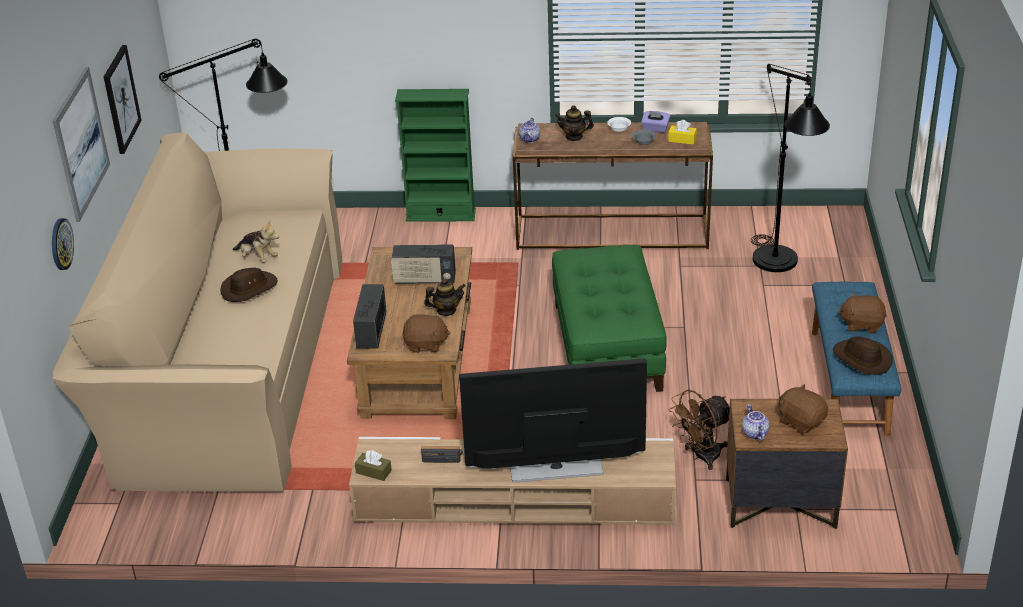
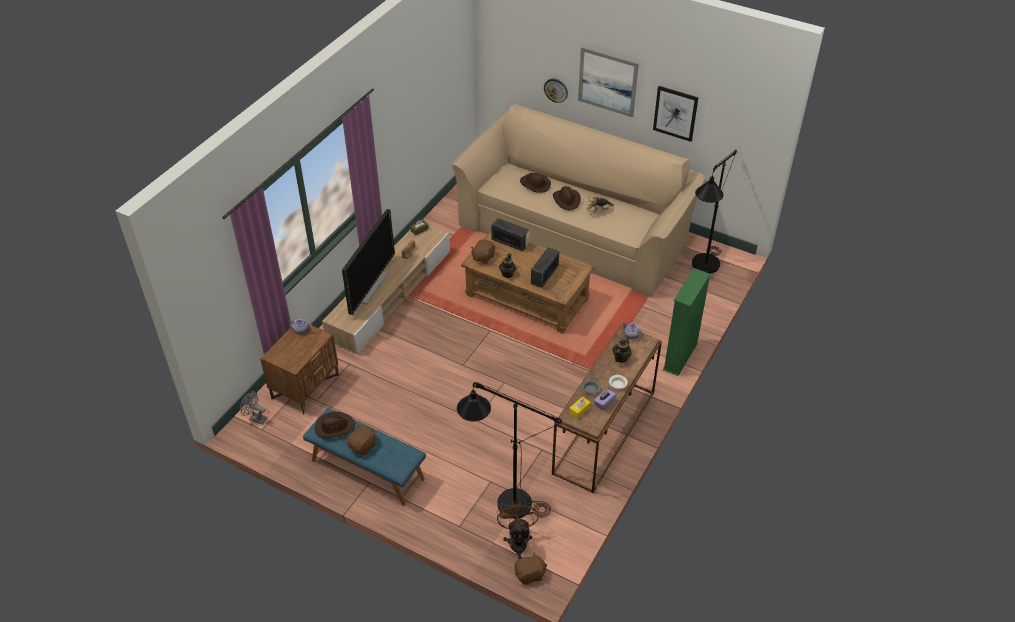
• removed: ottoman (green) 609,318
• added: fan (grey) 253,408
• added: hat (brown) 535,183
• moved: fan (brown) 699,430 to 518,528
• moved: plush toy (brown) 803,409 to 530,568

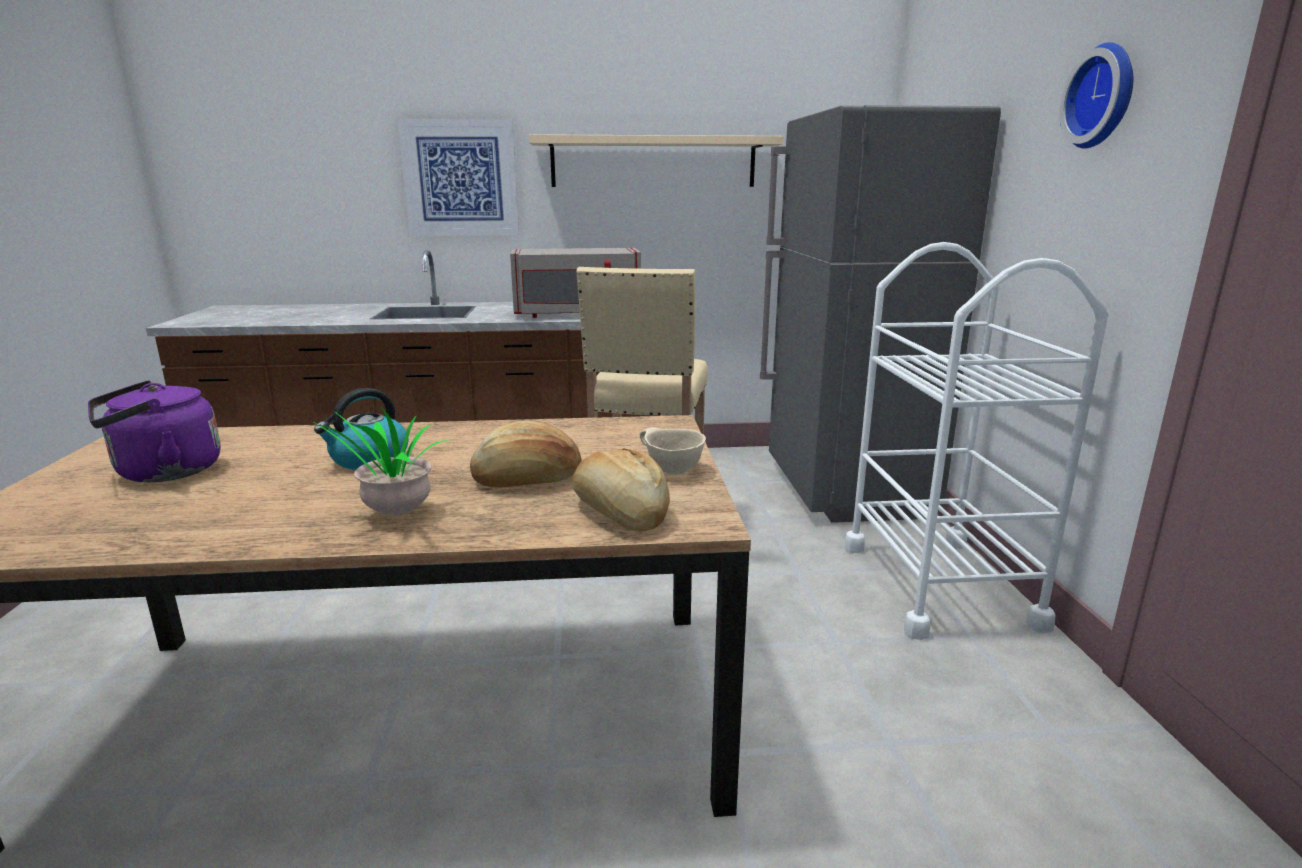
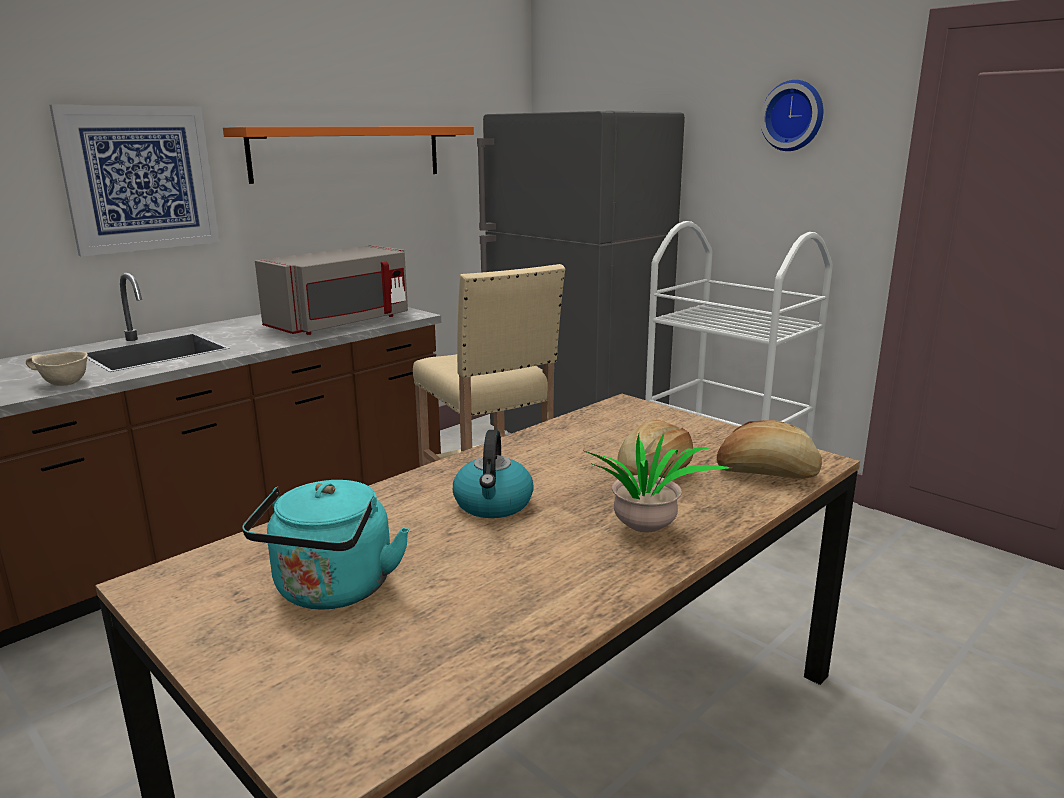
• moved: bowl (beige) 673,451 to 57,368
• recoloured: kettle (purple) 154,431 to kettle (turquoise) 325,545
• recoloured: shelf (beige) 656,160 to shelf (orange) 348,155

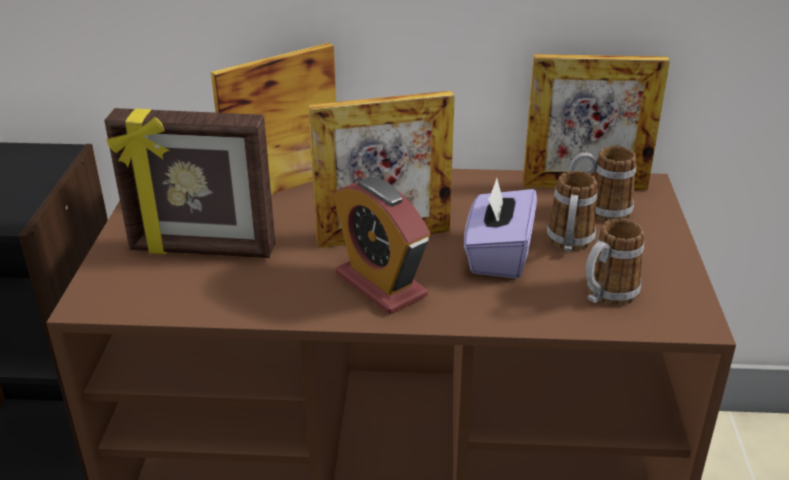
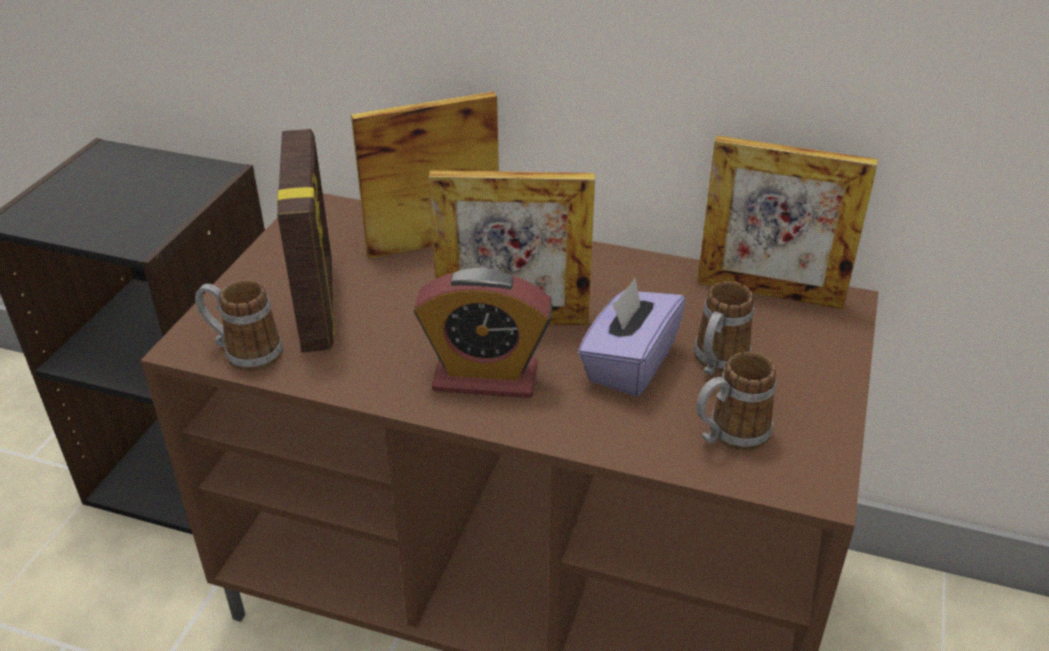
• moved: mug 603,183 to 239,325
• turned: picture frame 189,183 = 305,240 120 degrees counterclockwise
• turned: alarm clock 381,245 = 483,333 60 degrees counterclockwise

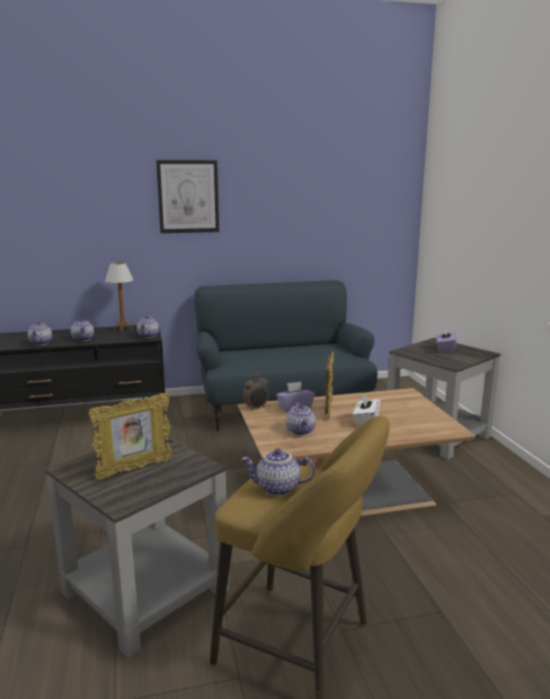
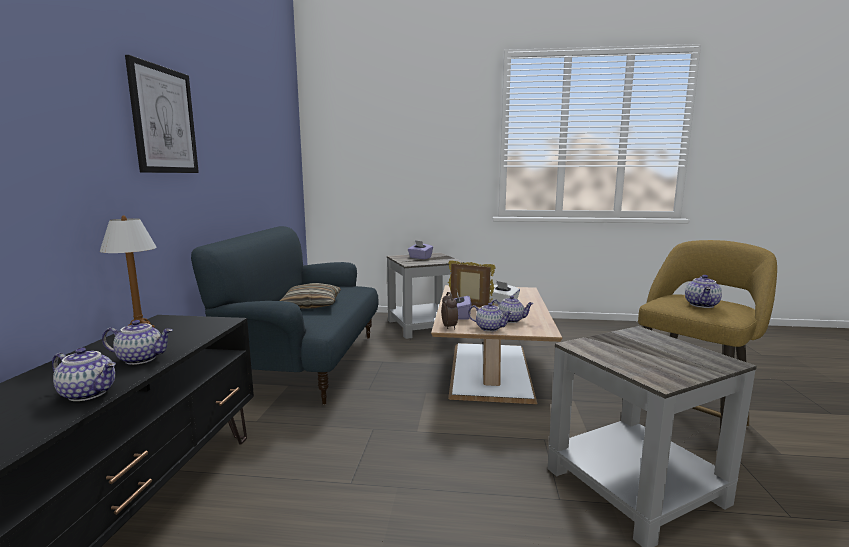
• removed: picture frame 131,436
• added: pillow 310,296
• moved: teapot 148,326 to 490,317

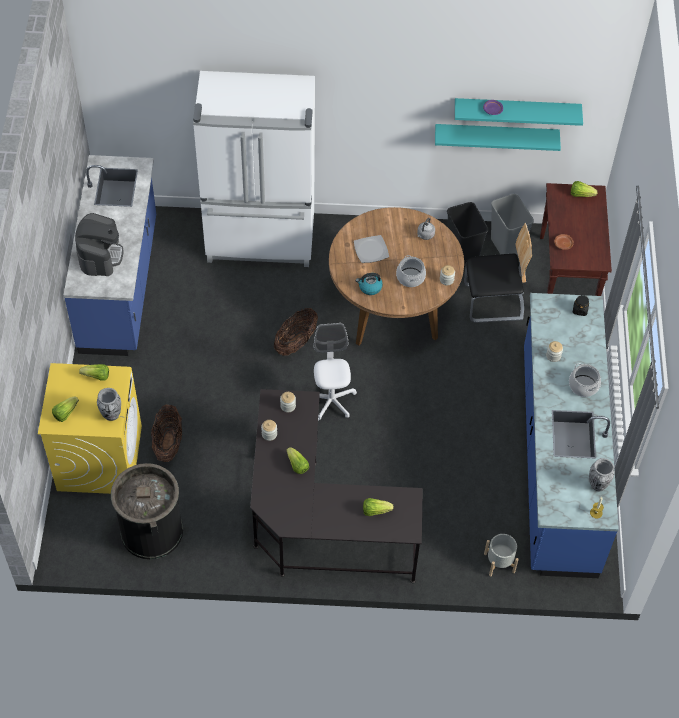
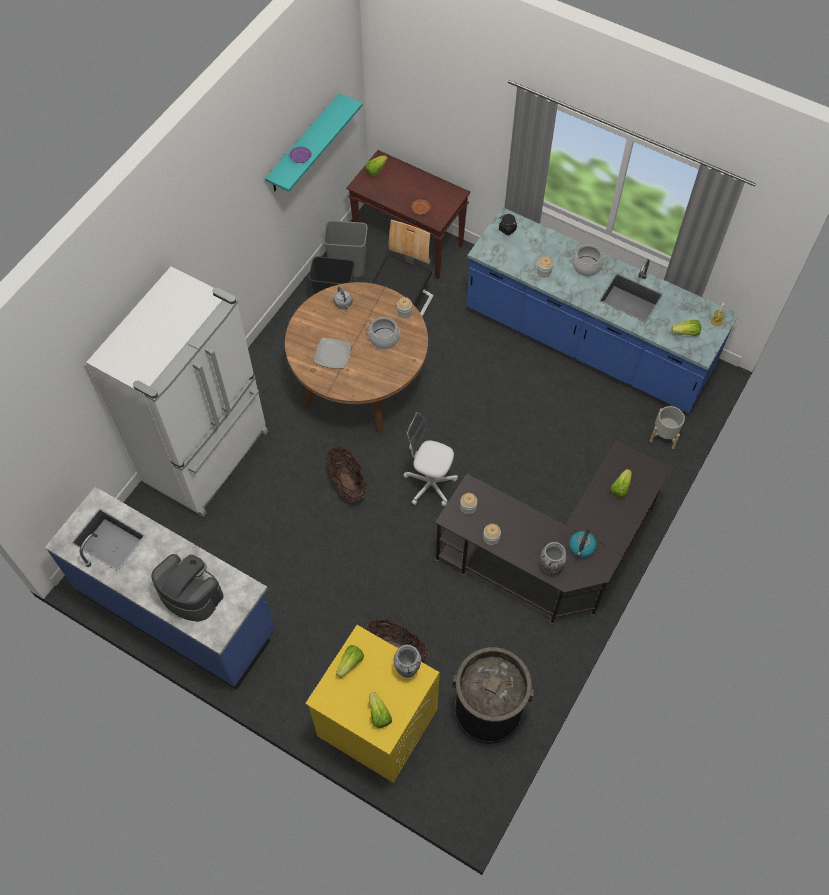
• removed: shelf (turquoise) 498,137
• moved: lettuce 298,460 to 686,328
• moved: kettle 369,284 to 583,543
• moved: vase 602,475 to 554,558

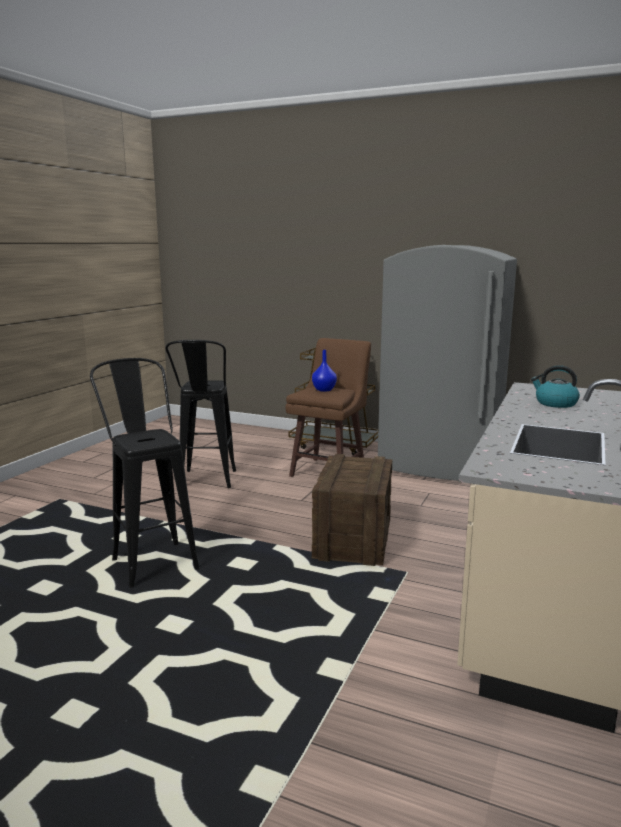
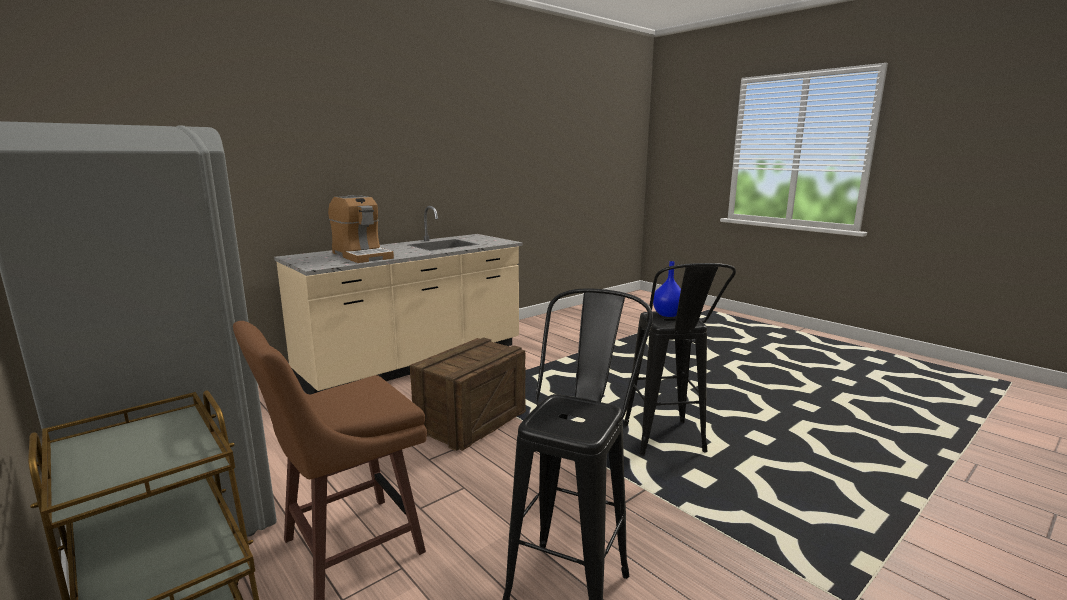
• moved: vase (blue) 324,371 to 667,289
• replaced: kettle 555,386 to coffee machine 361,229

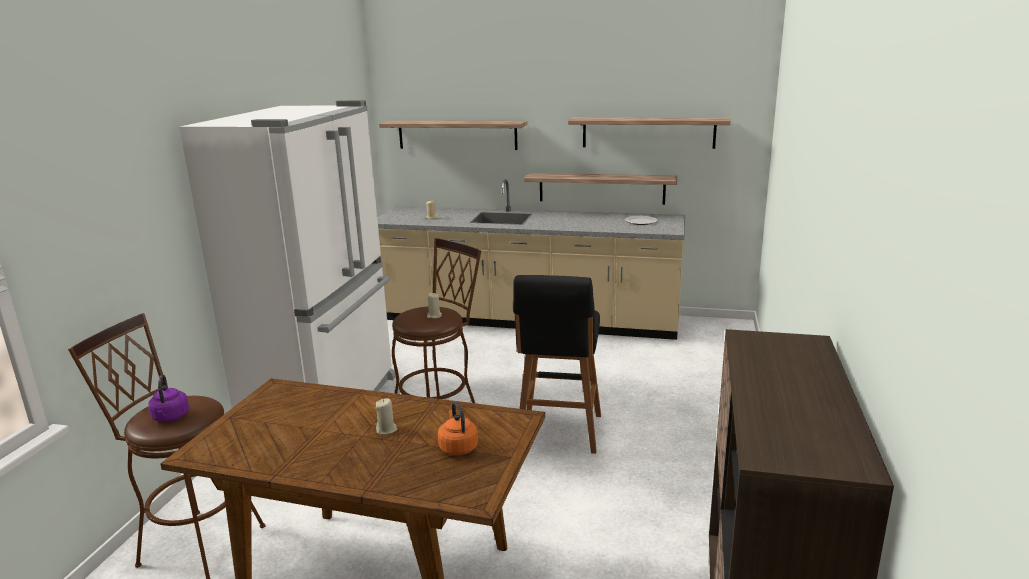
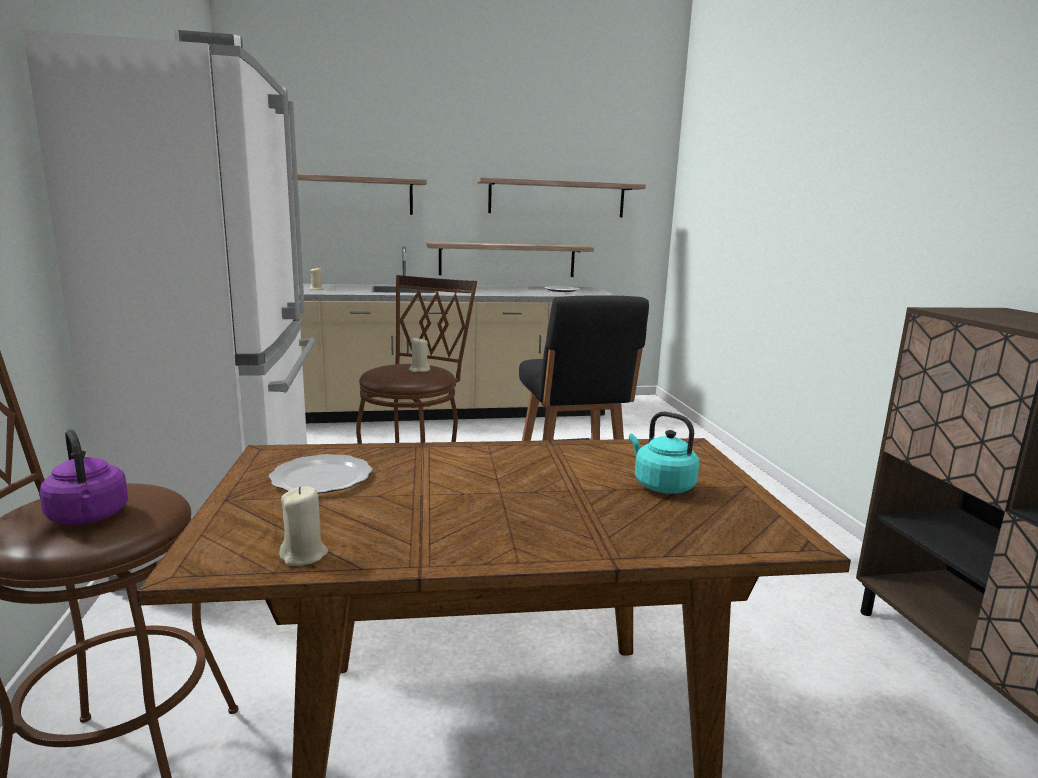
• added: plate 320,474
• moved: candle (beige) 386,417 to 303,526
• recoloured: kettle (orange) 458,428 to kettle (turquoise) 664,452

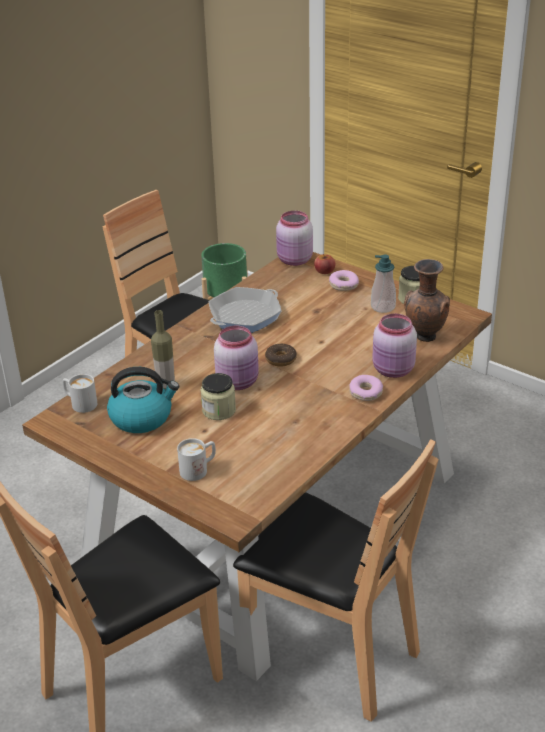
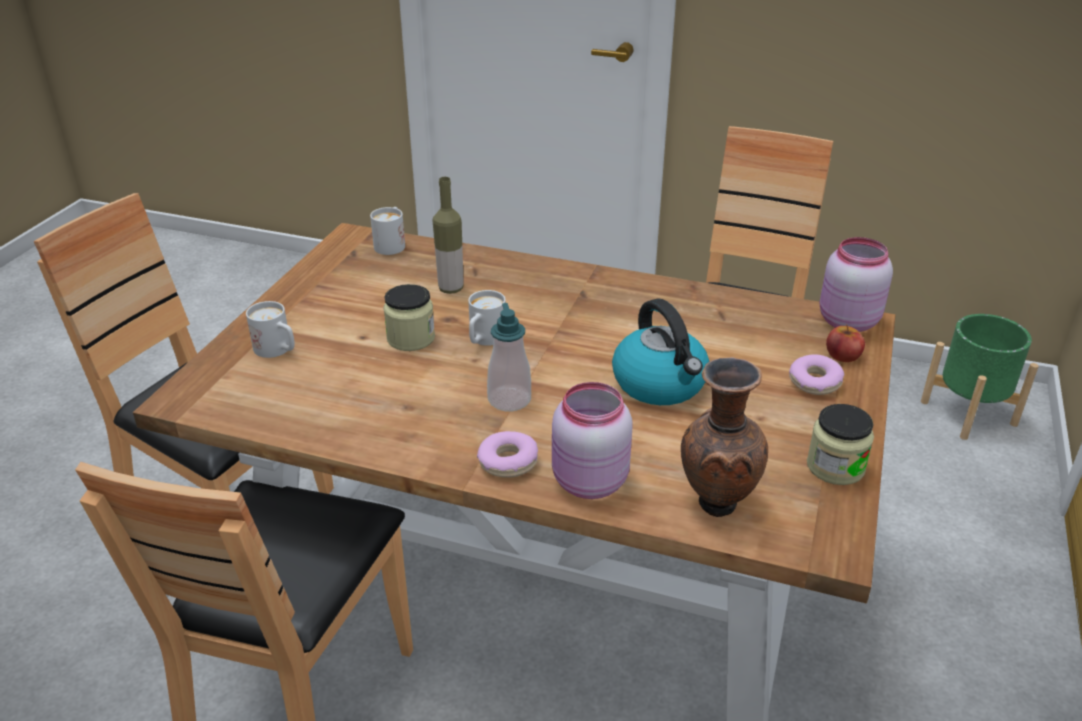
• removed: frying pan 245,310
• removed: donut 281,355
• moved: kettle 143,400 to 661,352
• moved: soap dispenser 383,284 to 509,357
• replaced: jar (pink) 236,358 to mug (white) 487,318

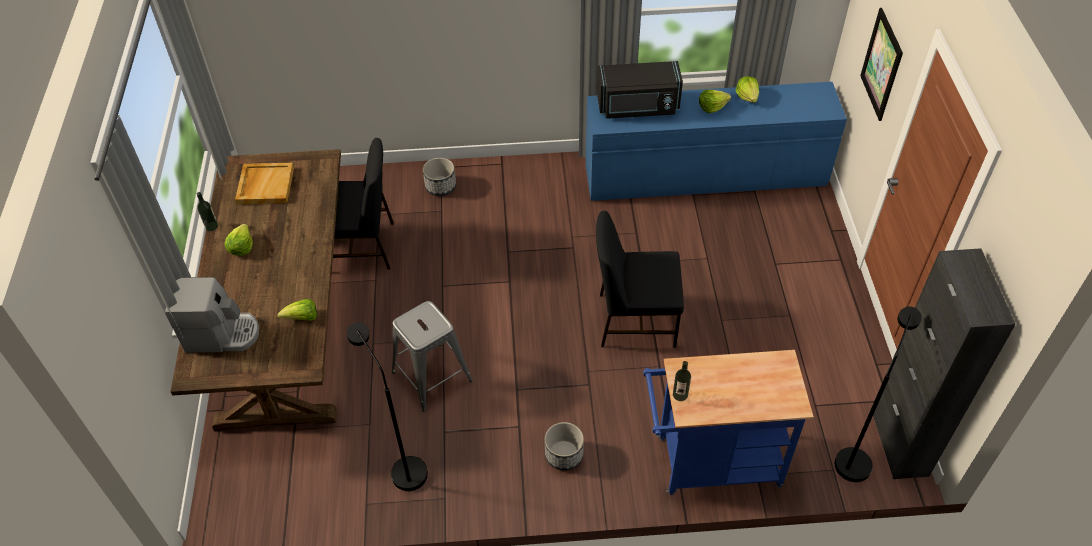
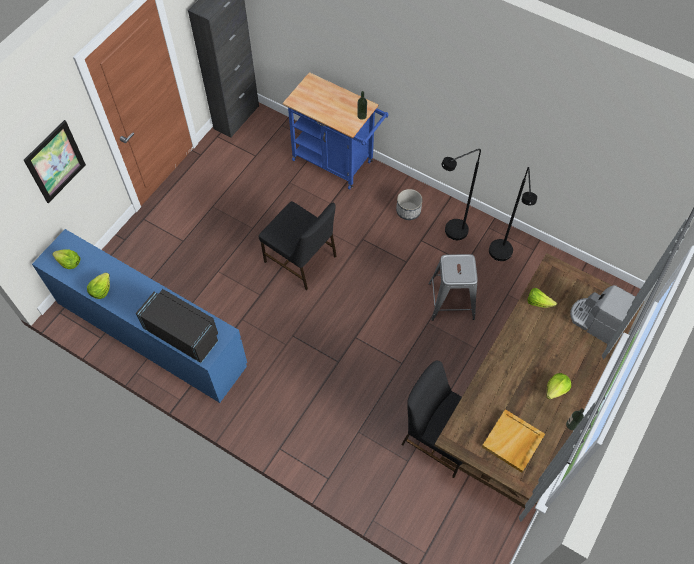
• removed: planter 439,177
• moved: lettuce 715,101 to 66,259
• moved: floor lamp (black) 878,394 to 461,194

